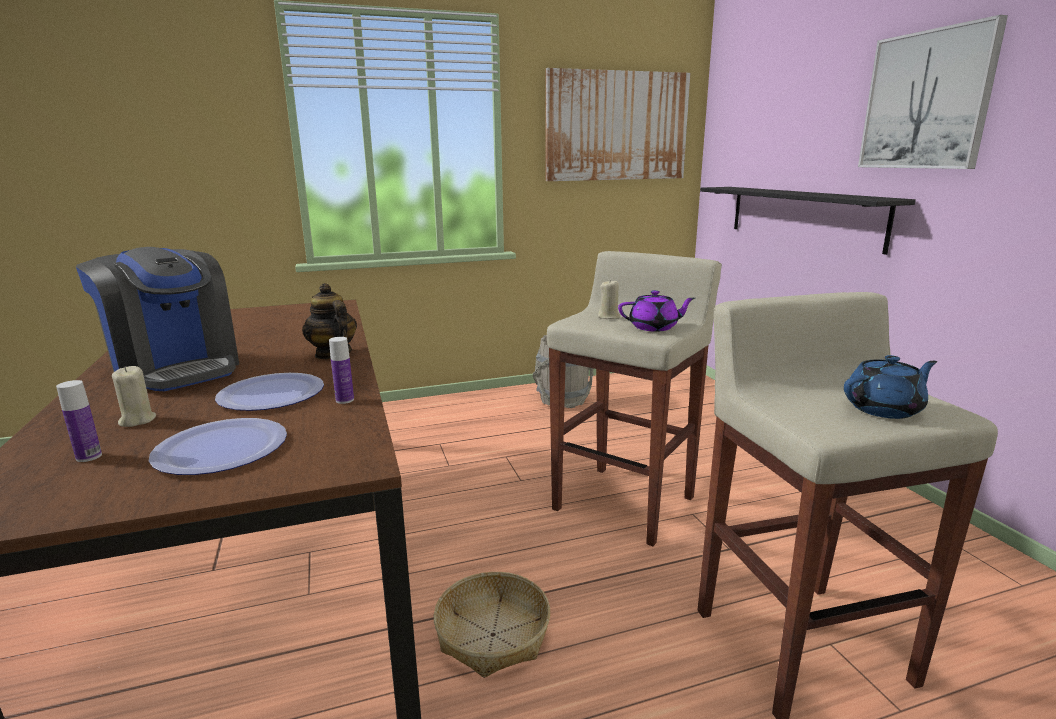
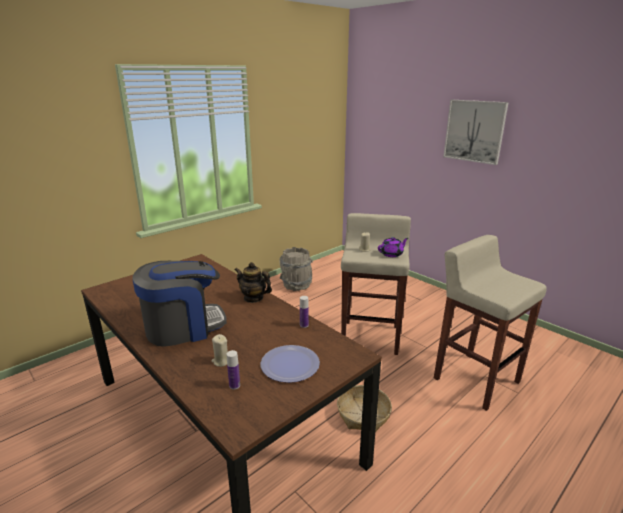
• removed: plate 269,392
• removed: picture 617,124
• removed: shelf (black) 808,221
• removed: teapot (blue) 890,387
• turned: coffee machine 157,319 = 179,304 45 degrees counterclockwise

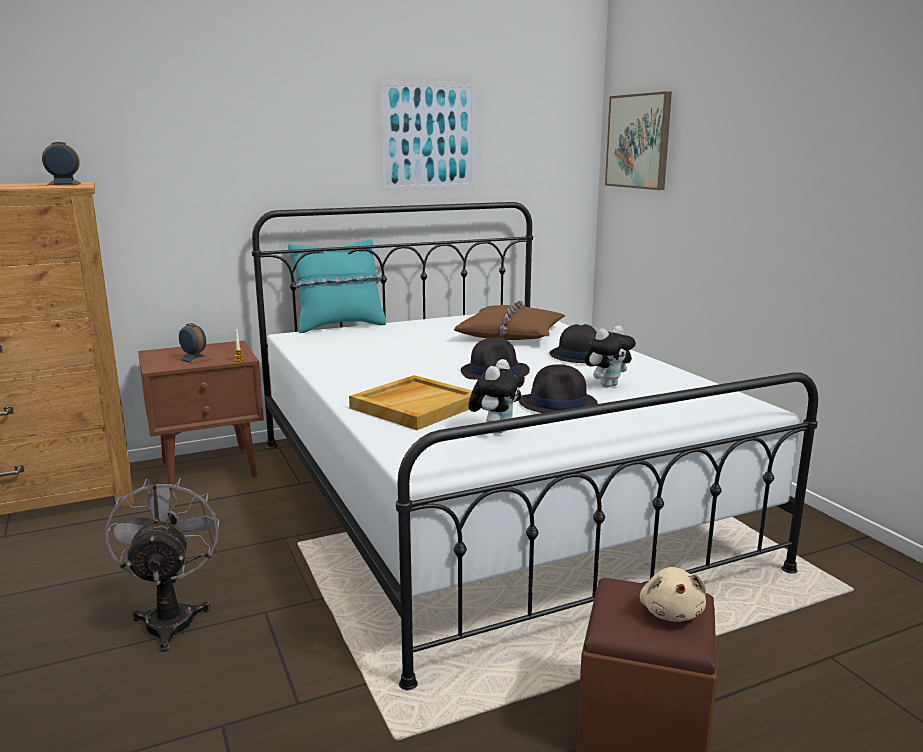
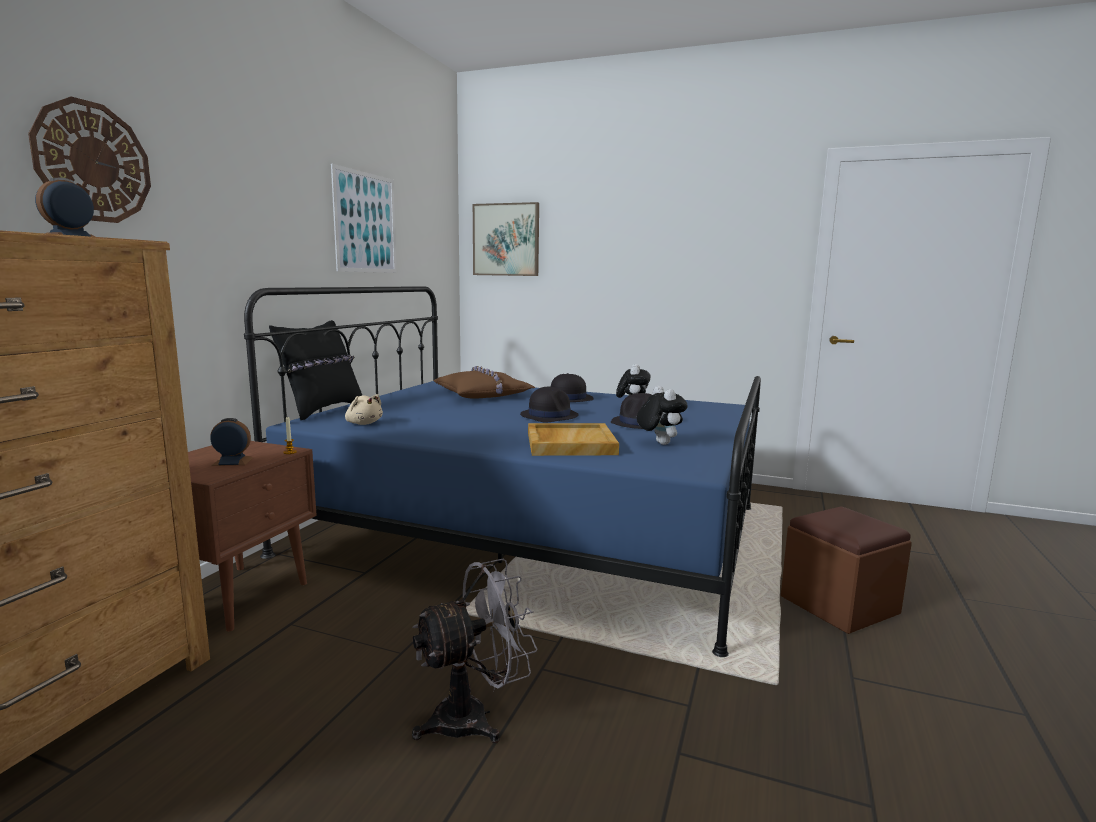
• added: wall clock 89,159
• moved: plush toy (beige) 673,594 to 364,409
• recoloured: bed (white) 535,446 to bed (blue) 502,471
• recoloured: pillow (turquoise) 337,286 to pillow (black) 315,370
• turned: fan (grey) 162,564 = 475,651 120 degrees clockwise

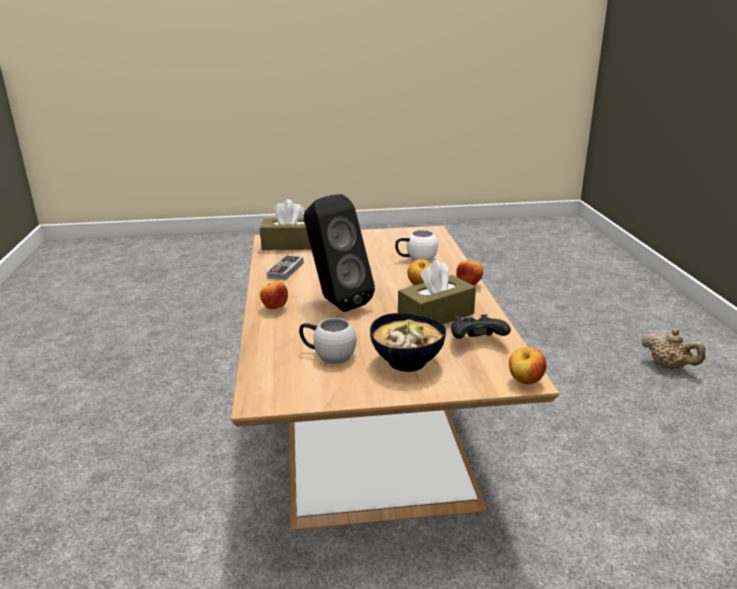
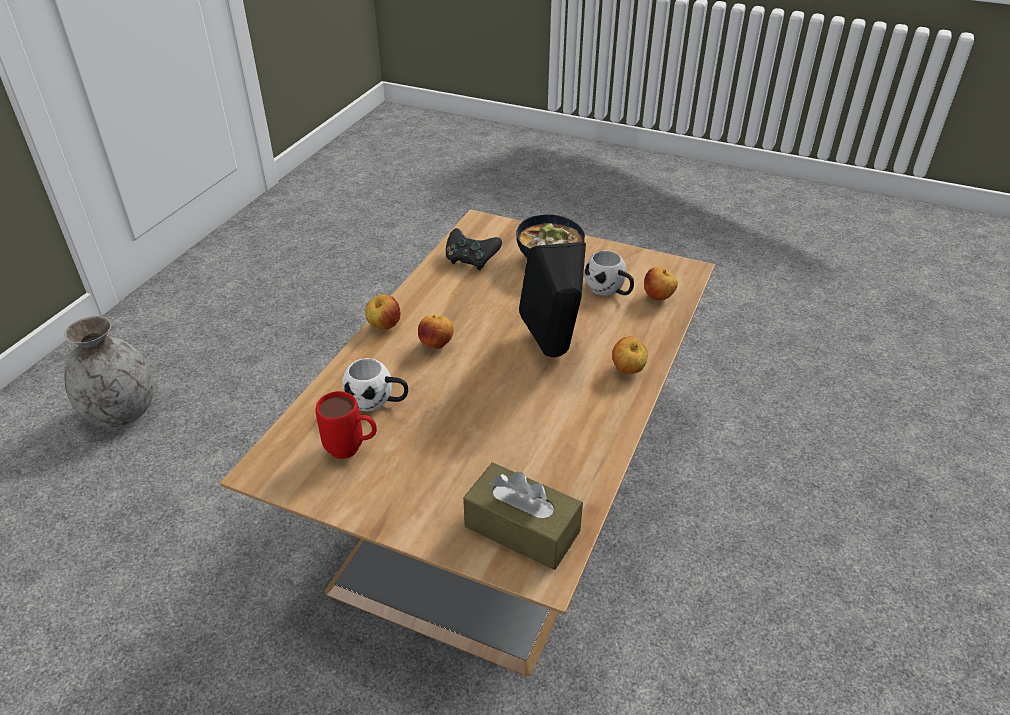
• removed: game controller 285,267
• removed: tissue box (brown) 437,291
• added: mug (red) 346,425
• moved: apple 527,365 to 661,283
• replaced: teapot (beige) 673,349 to vase (grey) 109,371

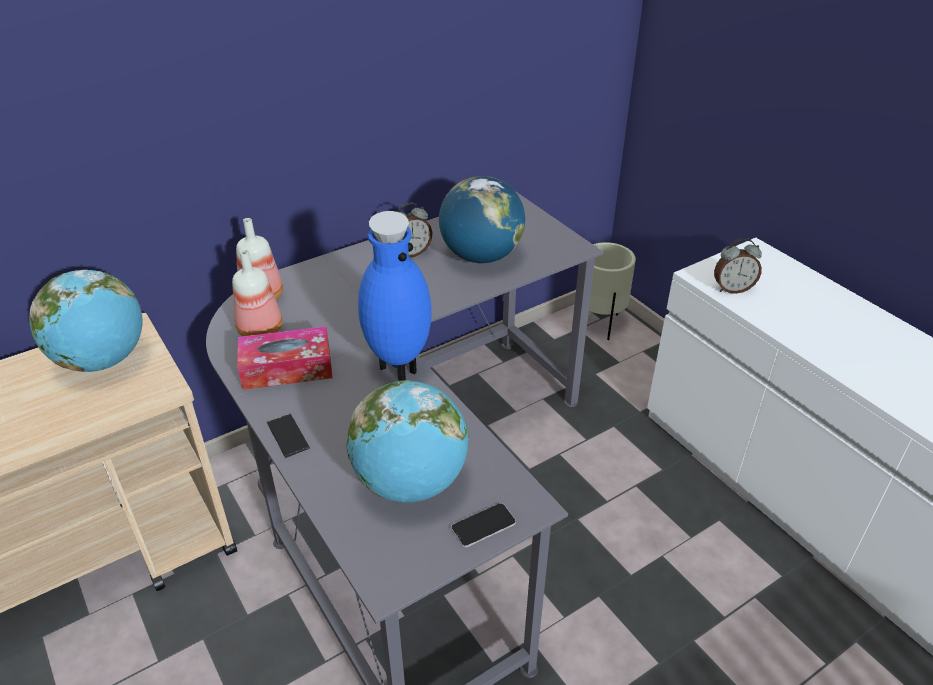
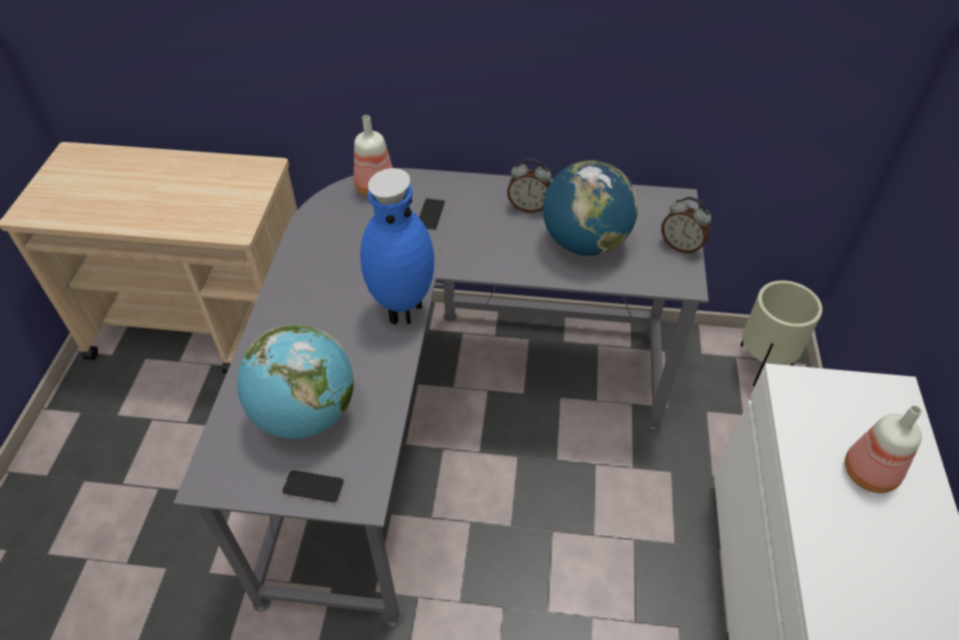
• removed: globe 86,321
• removed: tissue box 285,358
• moved: bottle 257,293 to 883,449
• moved: phone 288,436 to 432,214
• moved: alarm clock 738,266 to 686,225

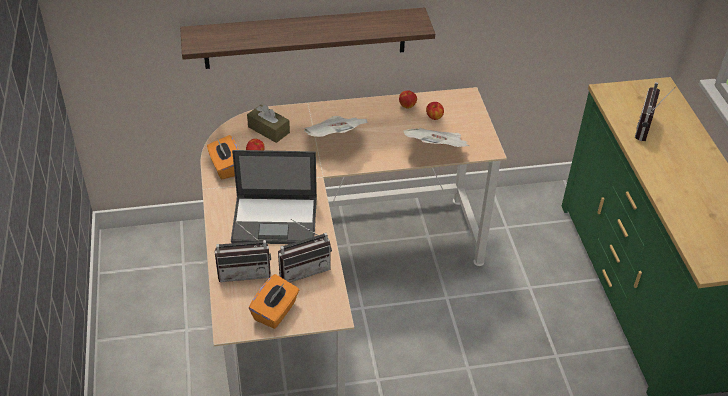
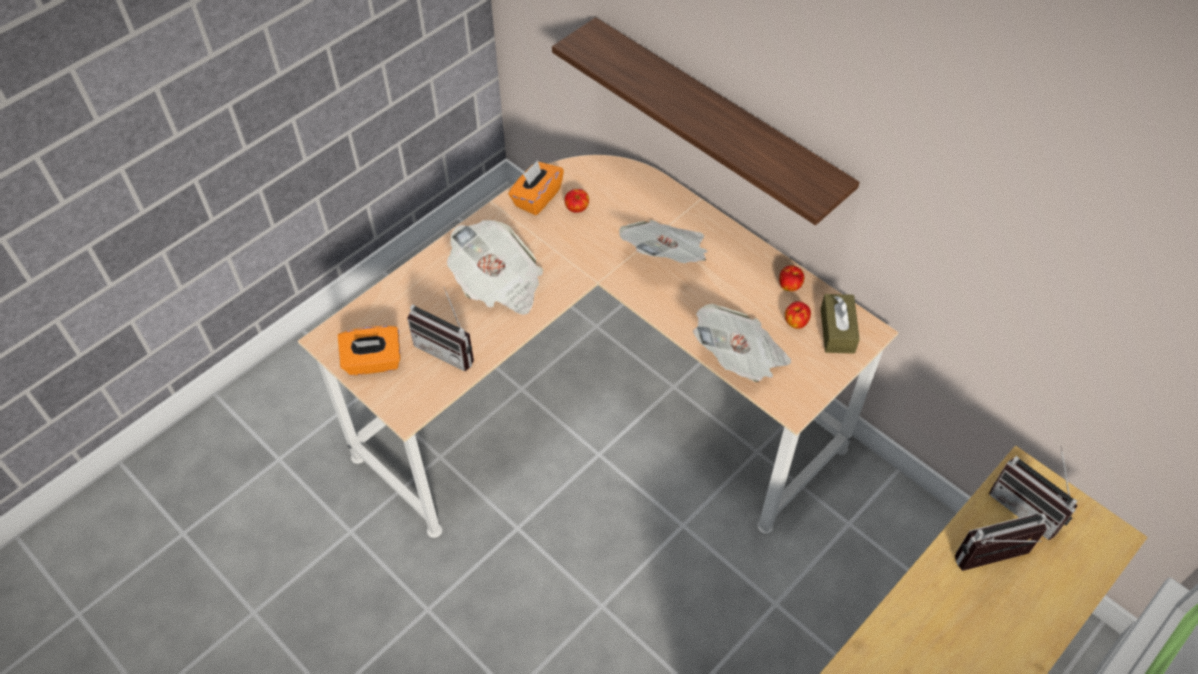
• moved: radio 243,251 to 1033,493
• moved: tissue box (brown) 268,124 to 840,324
• replaced: laptop 274,197 to newspaper 495,267

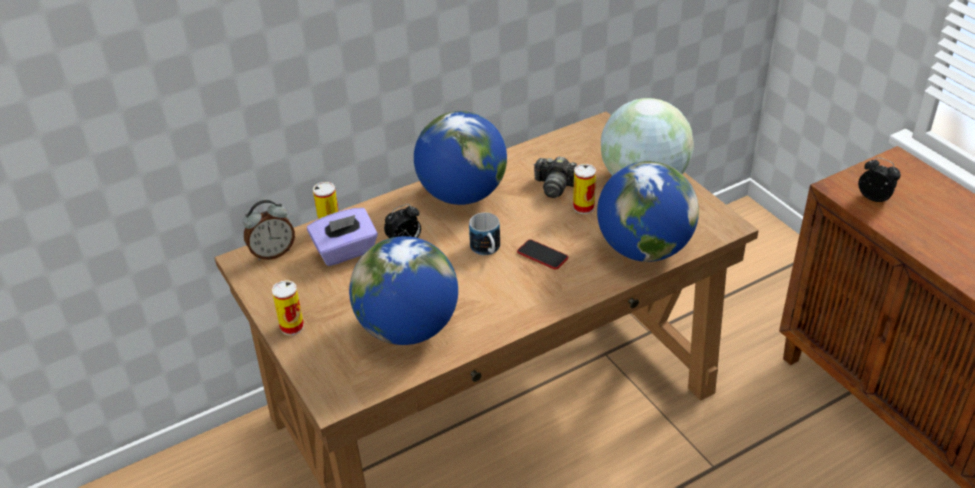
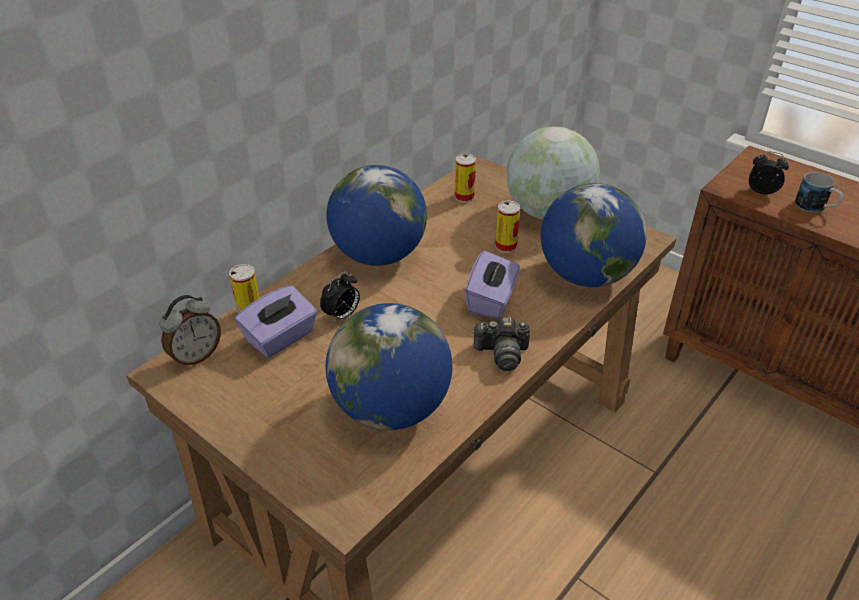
• moved: can 288,307 to 465,178
• moved: mug 484,233 to 819,192
• moved: photo camera 555,177 to 501,344
• replaced: phone 542,254 to tissue box (purple) 492,285

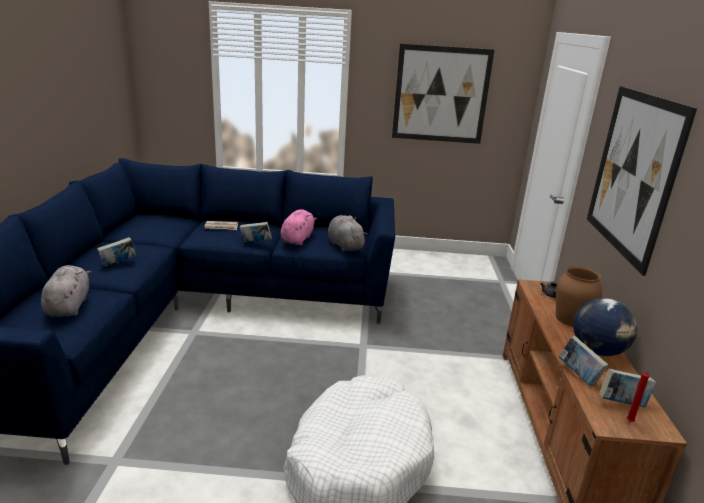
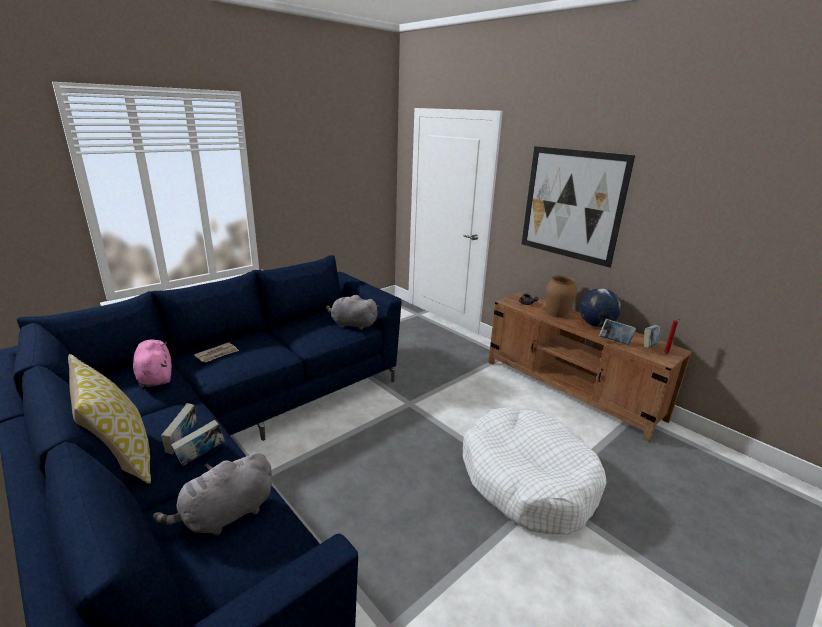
• removed: picture 443,94
• added: pillow 109,419
• moved: book 256,232 to 198,443
• moved: plush toy (pink) 298,227 to 152,363
• turned: plush toy (grey) 66,291 = 212,494 75 degrees counterclockwise

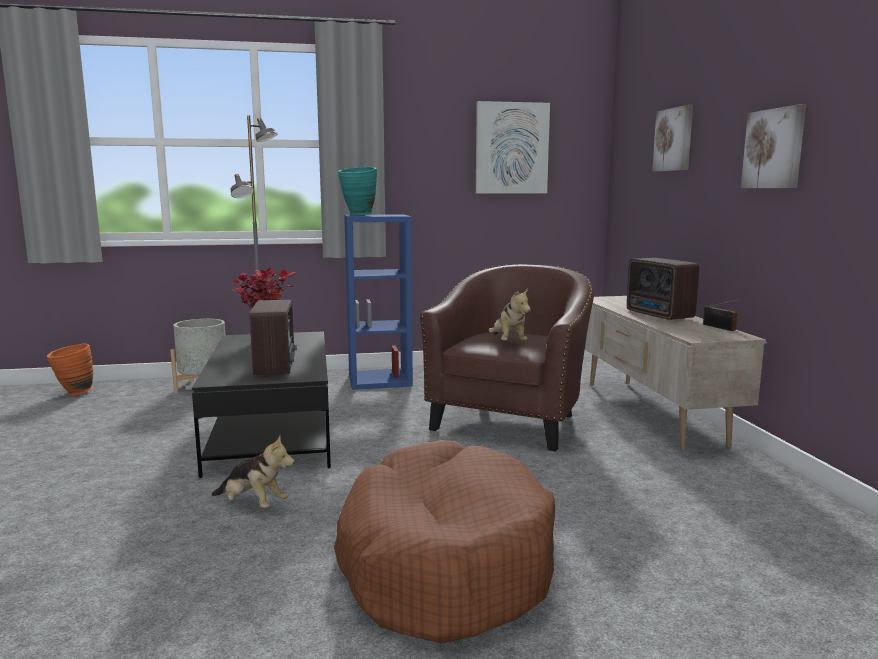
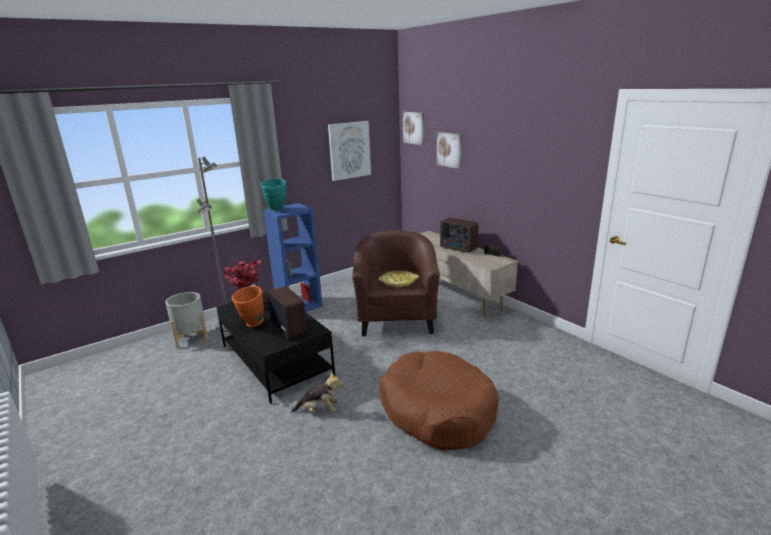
• moved: vase (orange) 70,369 to 248,306
• moved: picture 773,146 to 413,128
• replaced: plush toy 510,314 to tray (yellow) 399,279

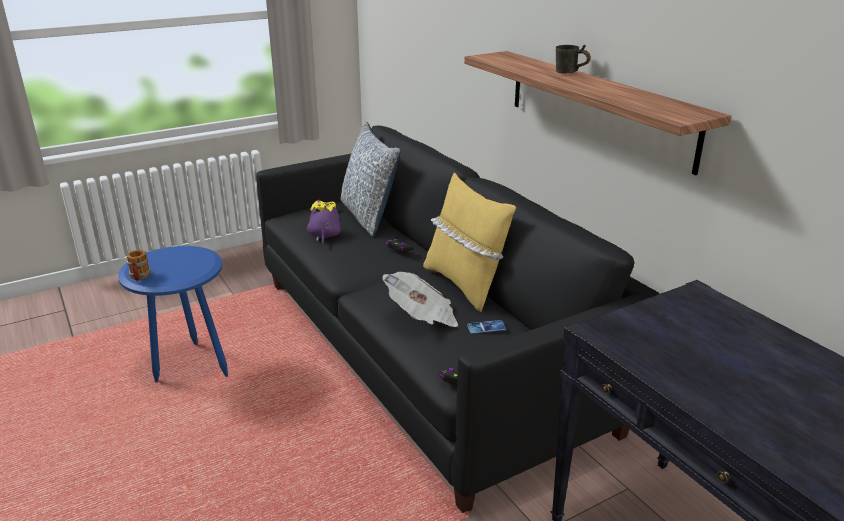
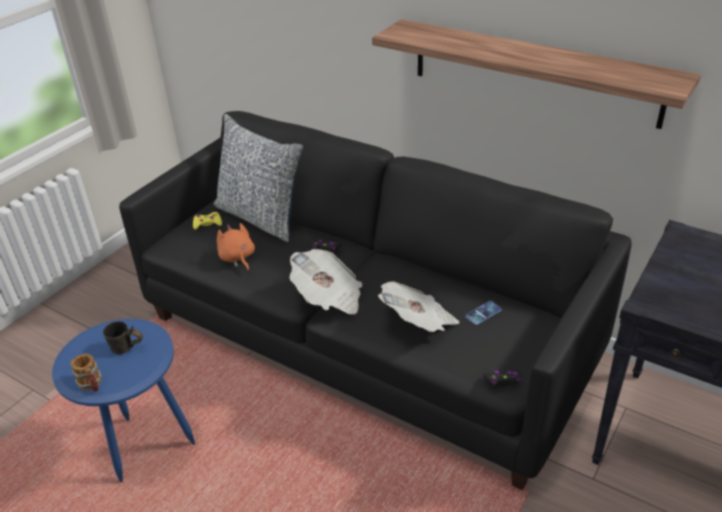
• removed: pillow (yellow) 469,242
• added: newspaper 325,282
• moved: mug (grey) 573,59 to 123,337
• recoloured: plush toy (purple) 324,225 to plush toy (orange) 236,247

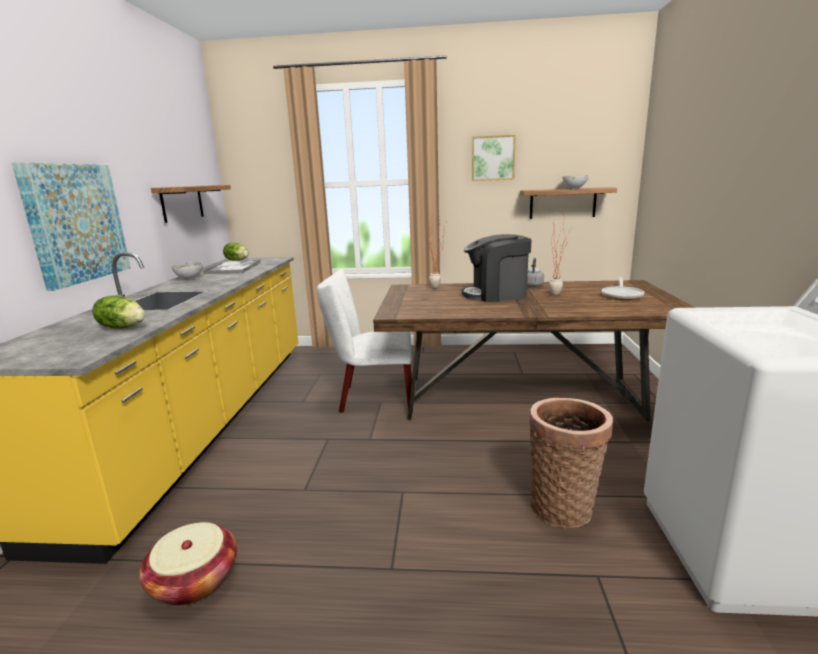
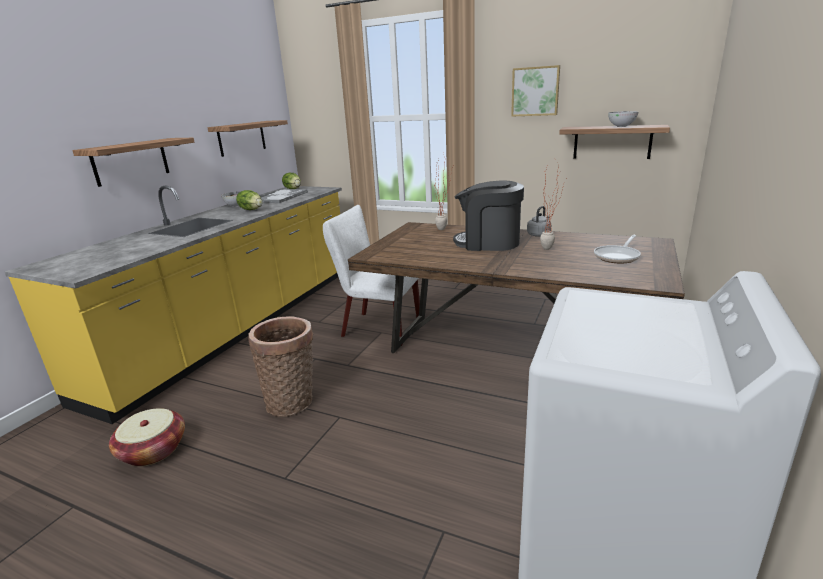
• moved: lettuce 118,312 to 249,200
• moved: basket 571,463 to 280,366
• replaced: picture 71,226 to shelf 133,162

